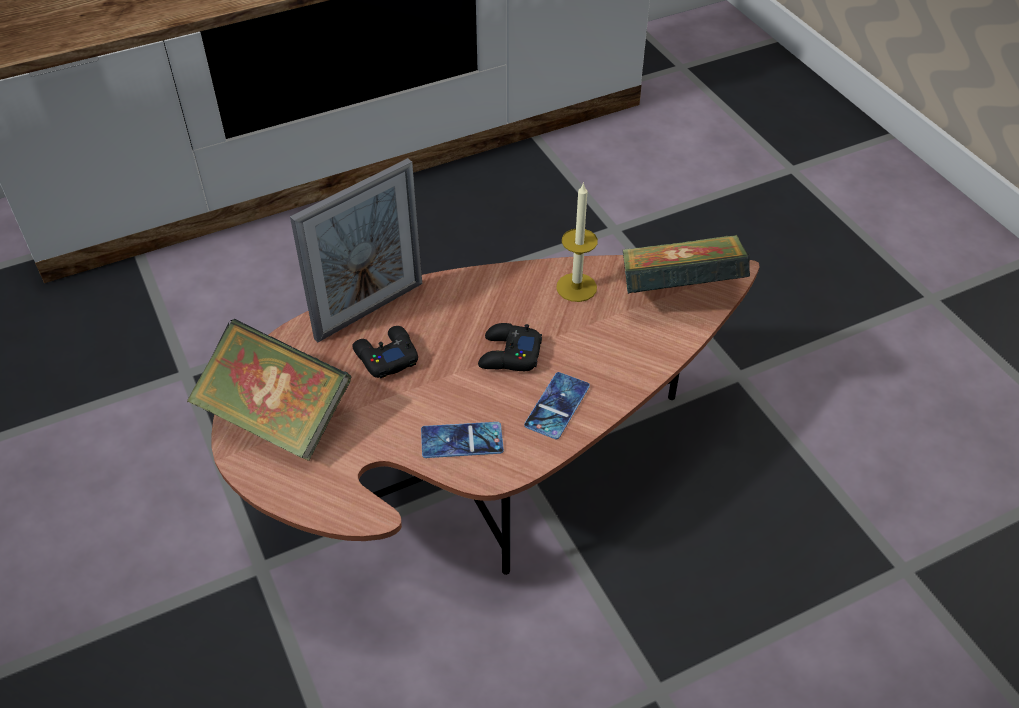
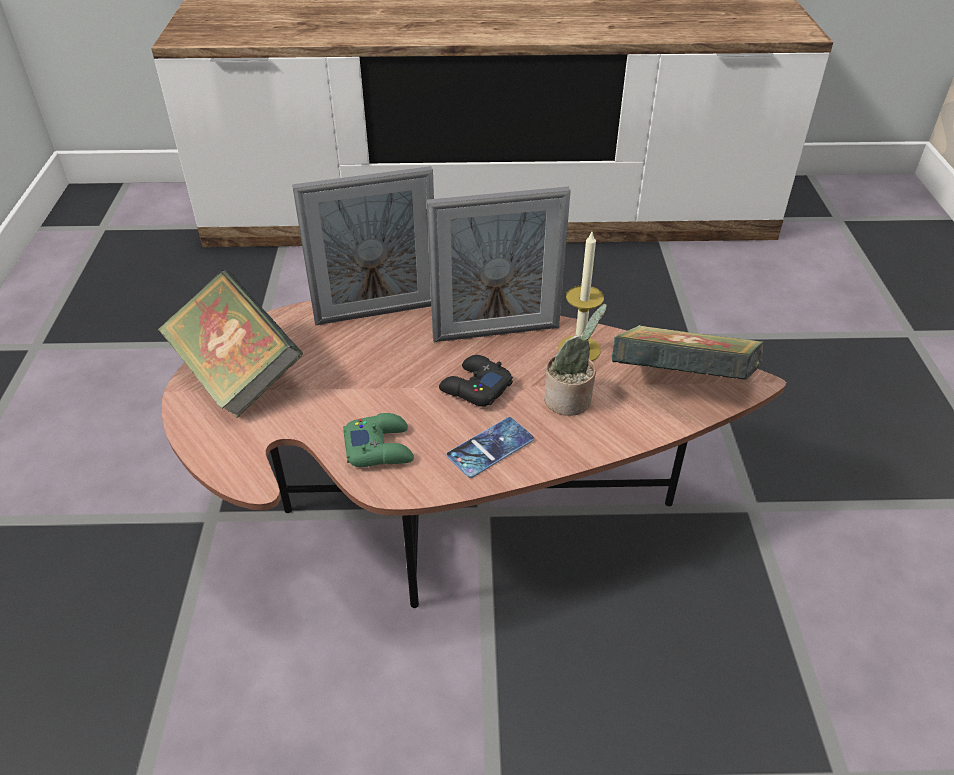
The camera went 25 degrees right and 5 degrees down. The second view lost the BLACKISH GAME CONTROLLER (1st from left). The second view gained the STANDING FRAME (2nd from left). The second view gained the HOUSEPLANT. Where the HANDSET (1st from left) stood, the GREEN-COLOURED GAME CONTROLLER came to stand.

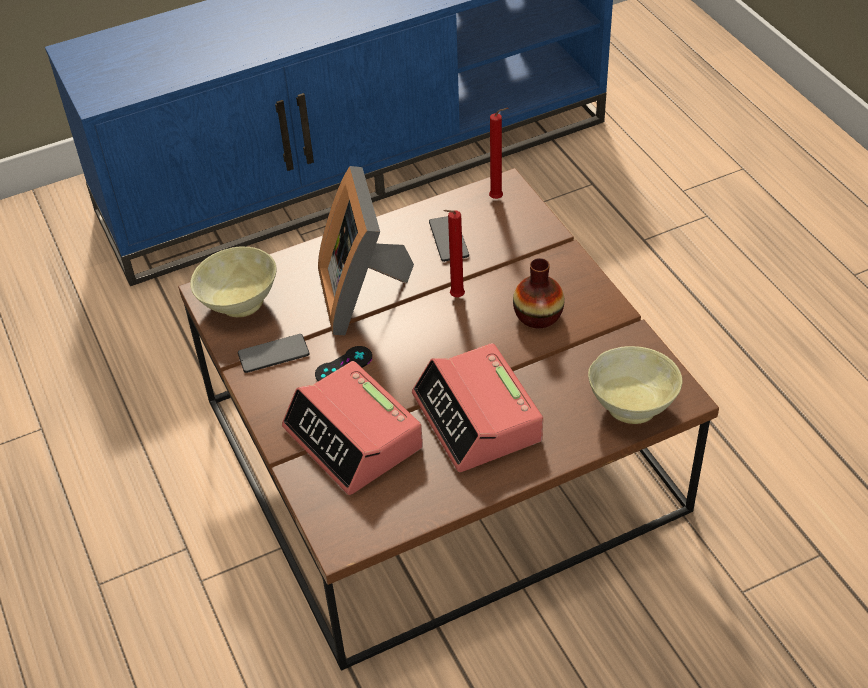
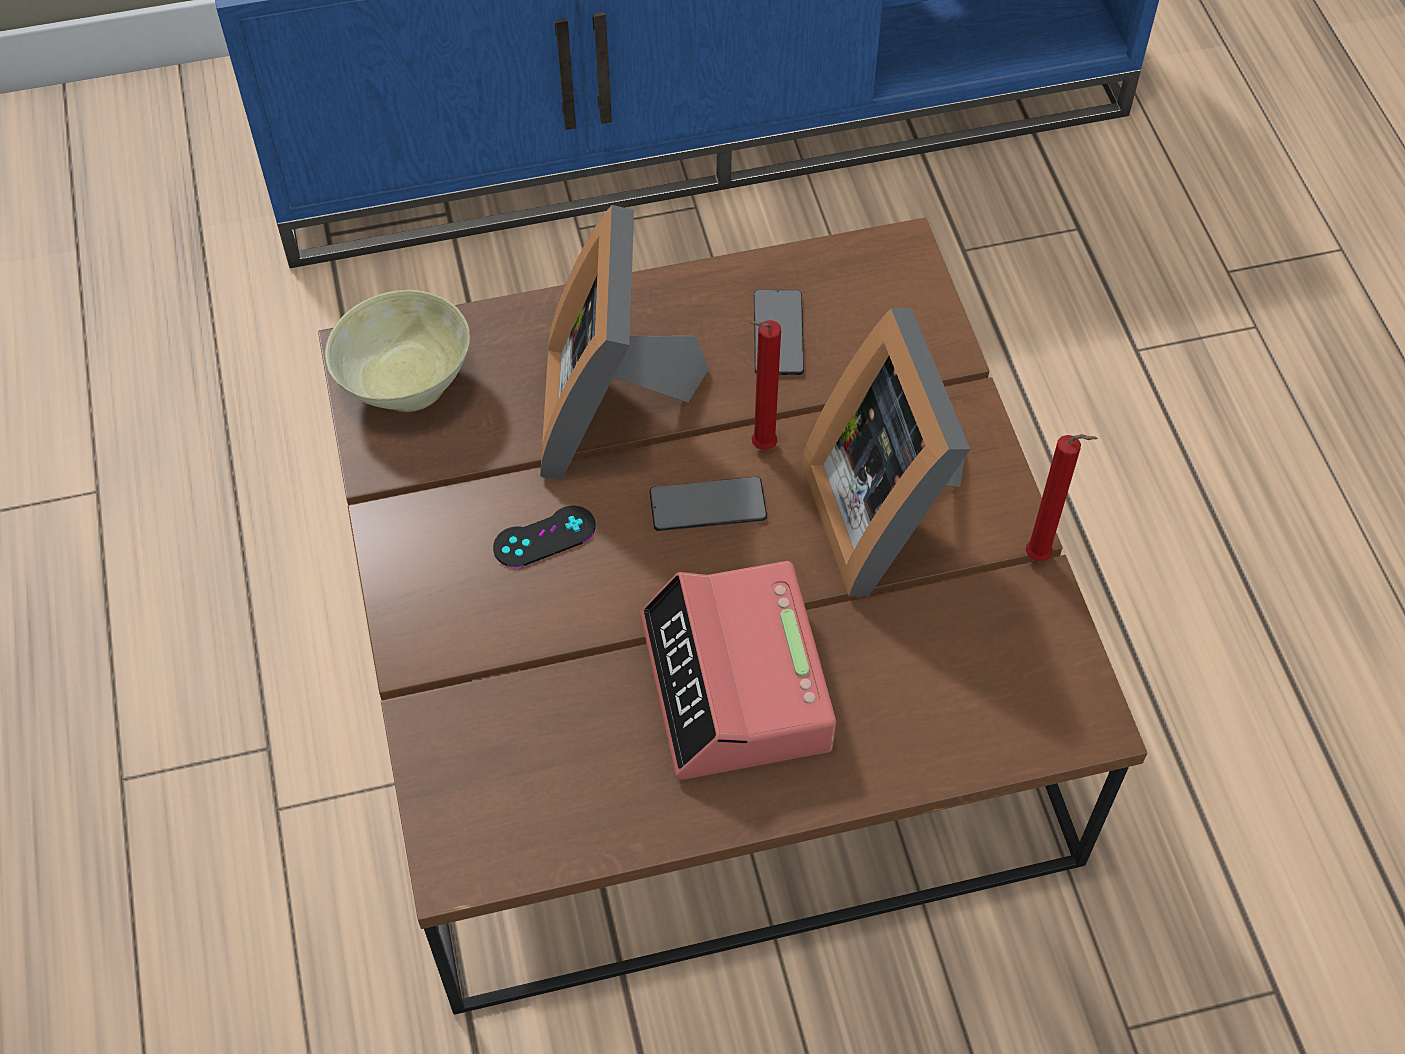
The camera went 10 degrees right and 10 degrees up. The second view lost the ALARM CLOCK (1st from left). The second view lost the SAND-COLOURED SERVING BOWL (2nd from left). The HANDSET (1st from left) ended up elsewhere. The REDDISH WAX CANDLE (2nd from left) ended up elsewhere. Where the FLOWER VASE stood, the STANDING FRAME (2nd from left) came to stand.

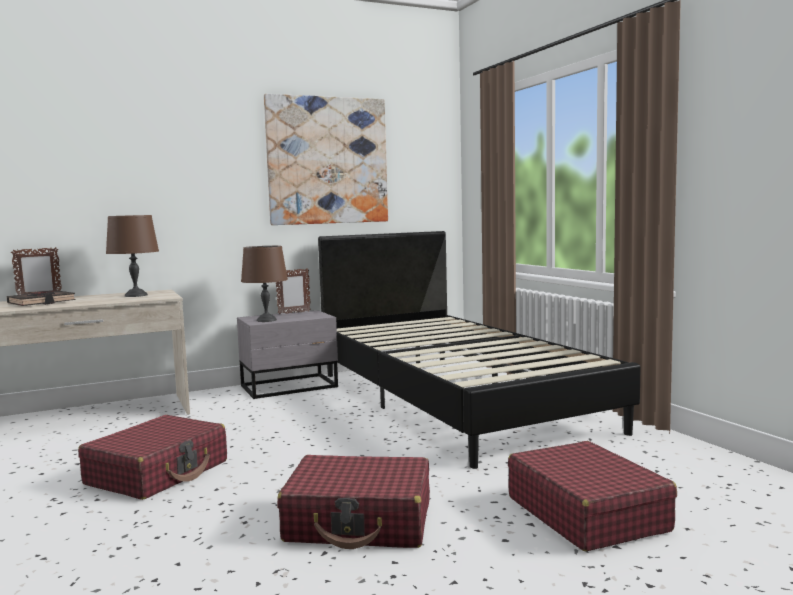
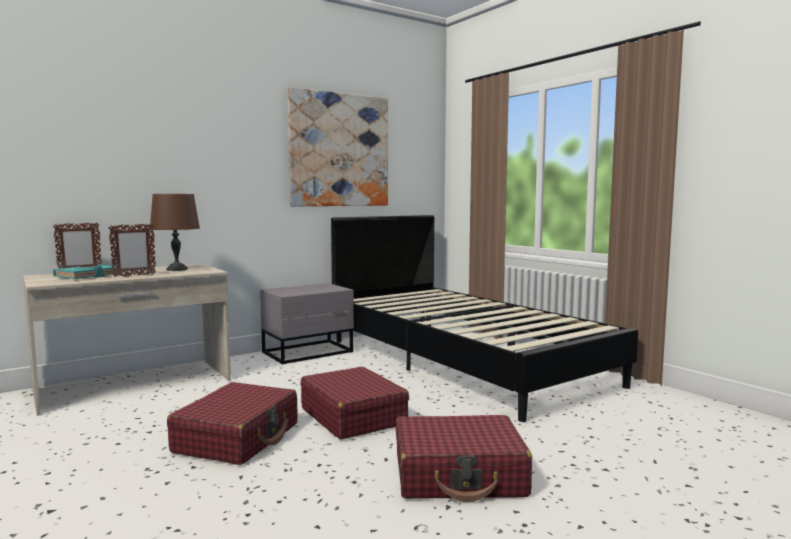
The camera went 10 degrees left and 0 degrees up. The second view lost the BROWN-COLOURED TABLE LAMP (2nd from left). The STANDING FRAME (2nd from left) ended up elsewhere. The REDDISH PIECE OF LUGGAGE (3rd from left in the first image) ended up elsewhere. What was the BLACKISH BOUND BOOK turned into the TURQUOISE BOUND BOOK.

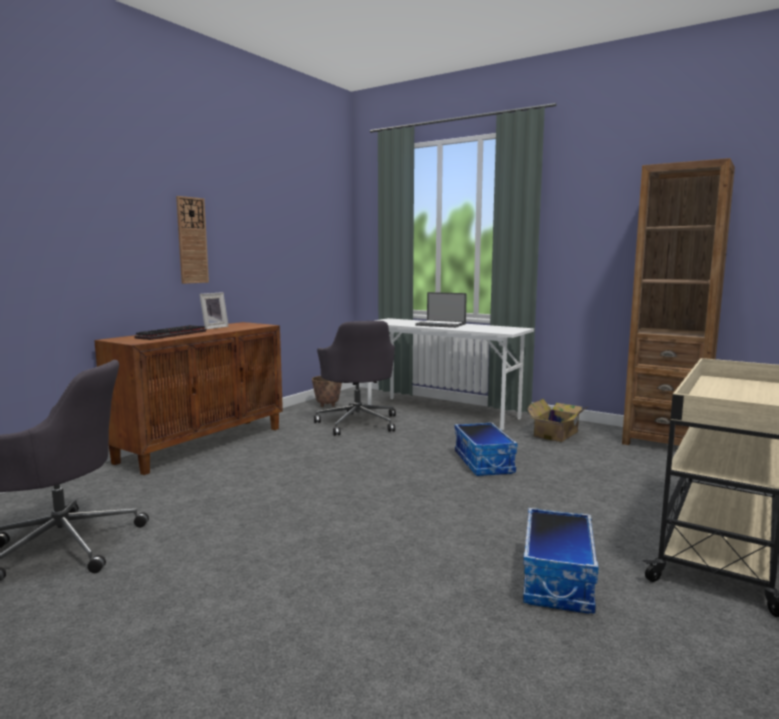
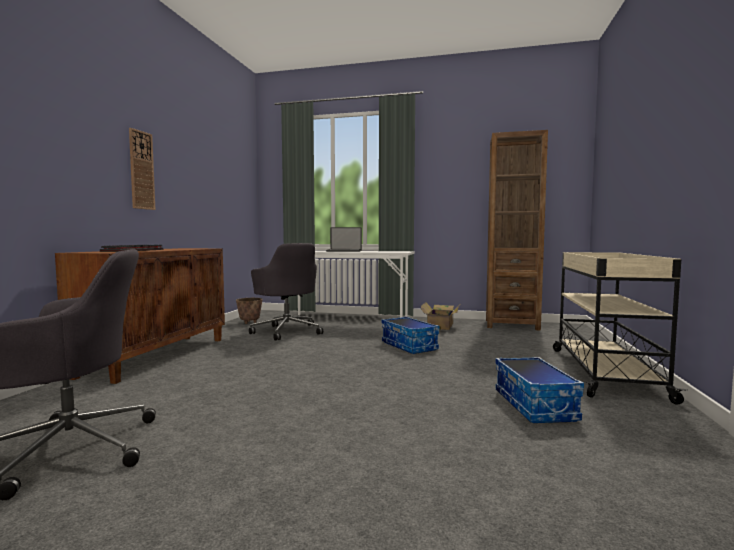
The camera went 20 degrees left and 5 degrees down. The second view lost the STANDING FRAME.

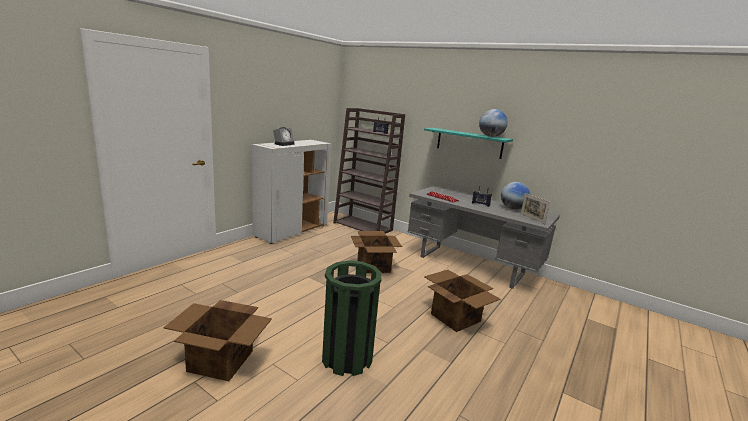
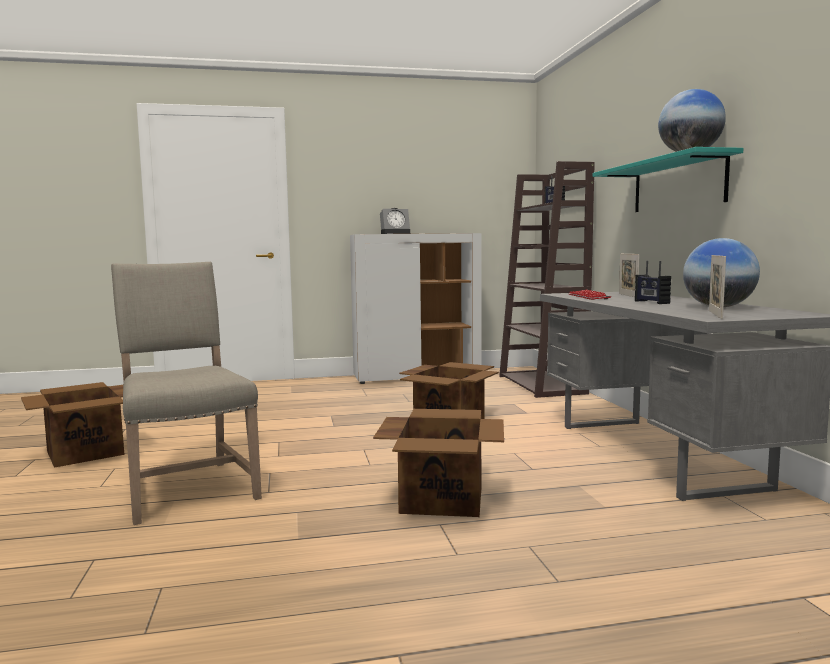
The camera went 45 degrees right and 10 degrees down. The second view gained the STANDING FRAME (1st from left). Where the GREEN-COLOURED WASTE BIN stood, the SAND-COLOURED PLAIN CHAIR came to stand.

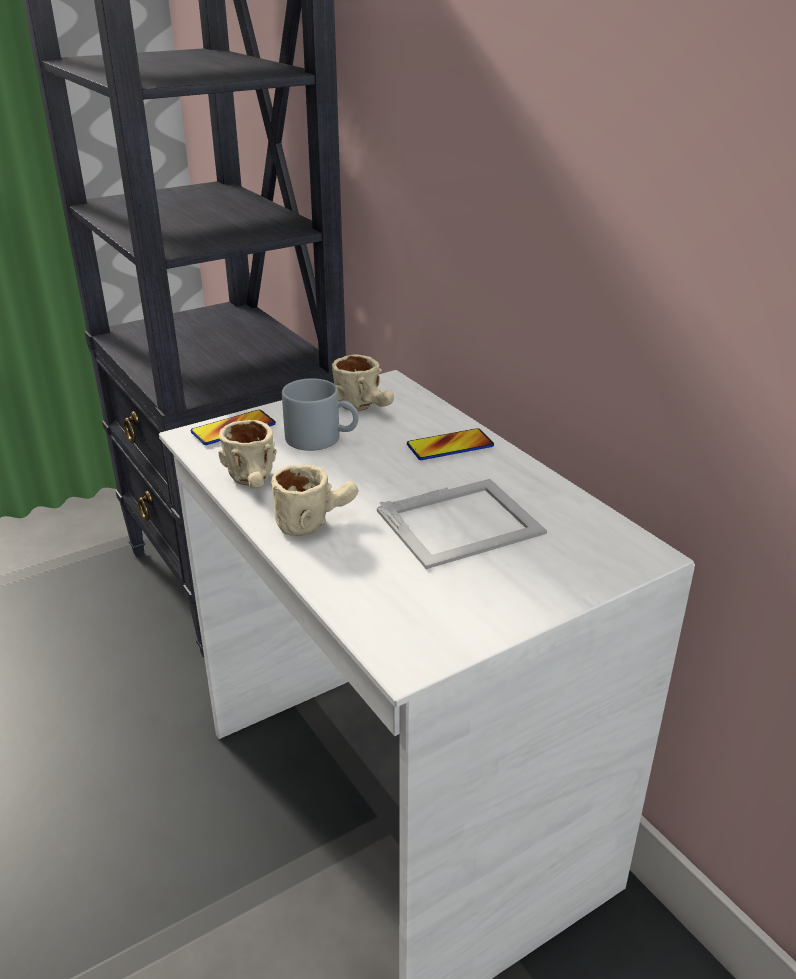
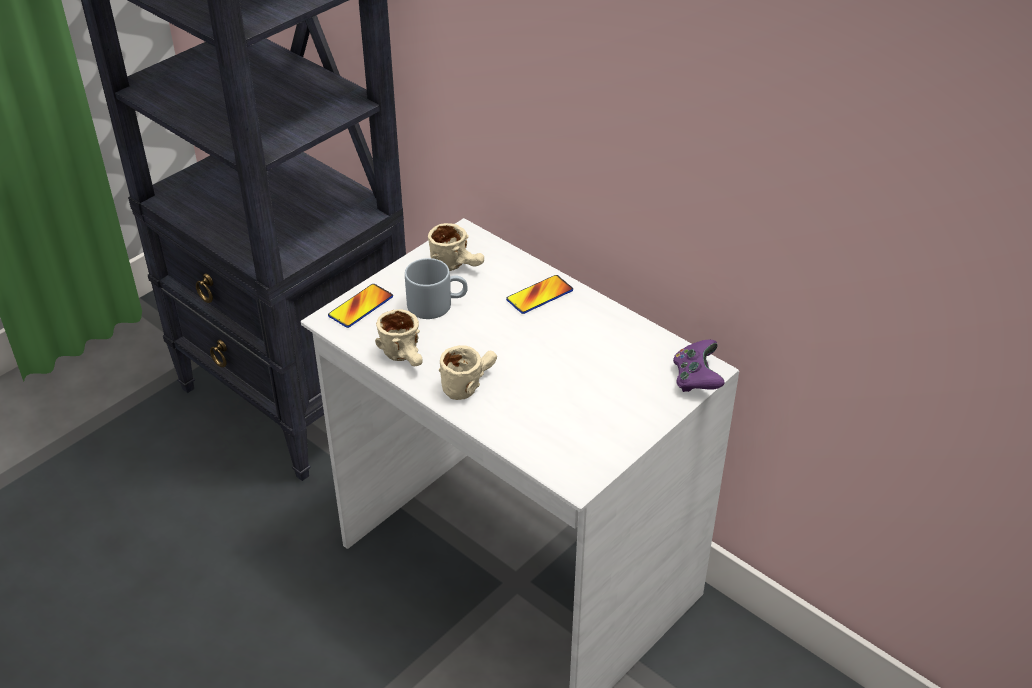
The camera went 15 degrees left and 10 degrees up. The second view lost the STANDING FRAME. The second view gained the PURPLE GAME CONTROLLER.

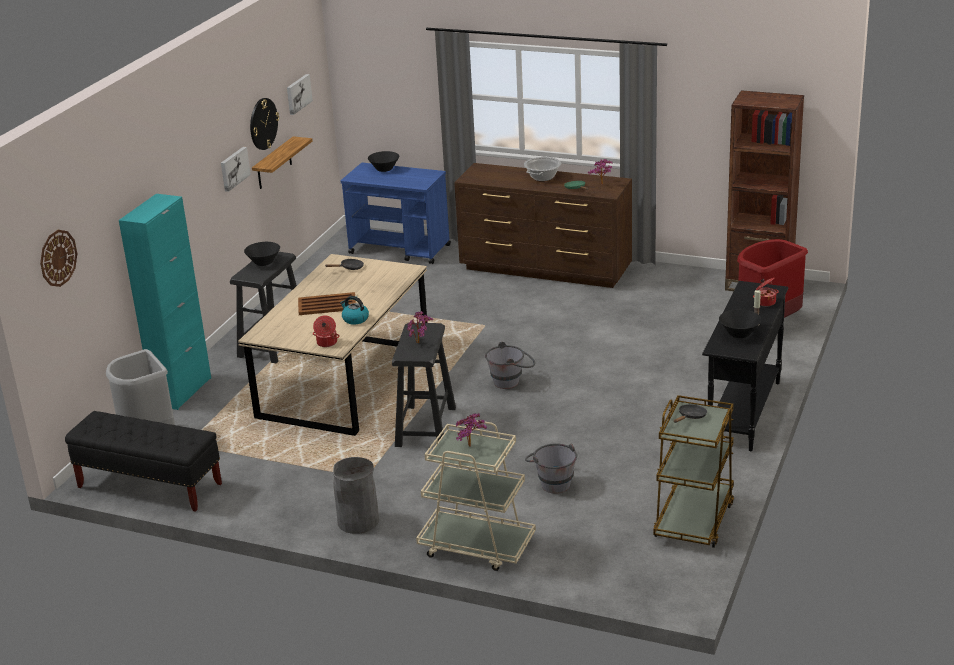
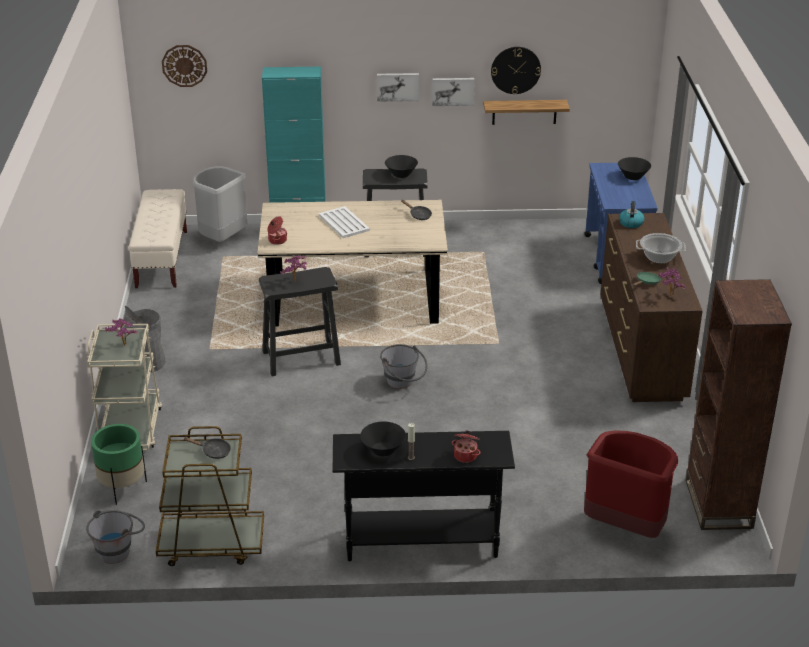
The camera went 65 degrees right and 5 degrees up. The second view gained the GREEN-COLOURED PLANT POT. The WALL PICTURE (2nd from left in the first image) ended up elsewhere. The TEA KETTLE ended up elsewhere. The GREY PAIL (2nd from left in the first image) ended up elsewhere. What was the BLACKISH BENCH turned into the SAND-COLOURED BENCH. What was the BROWN-COLOURED SERVING TRAY turned into the WHITE SERVING TRAY.

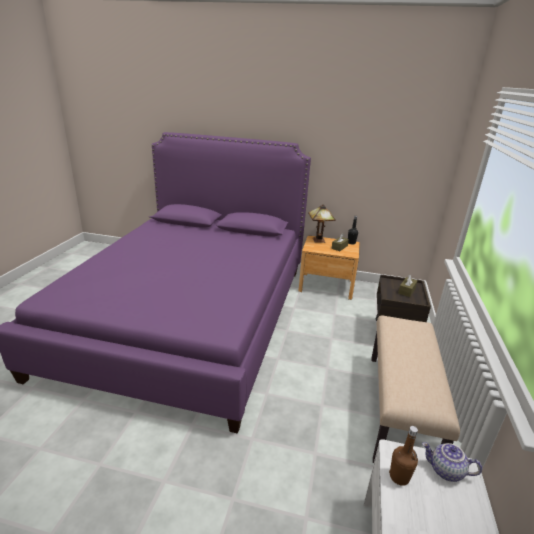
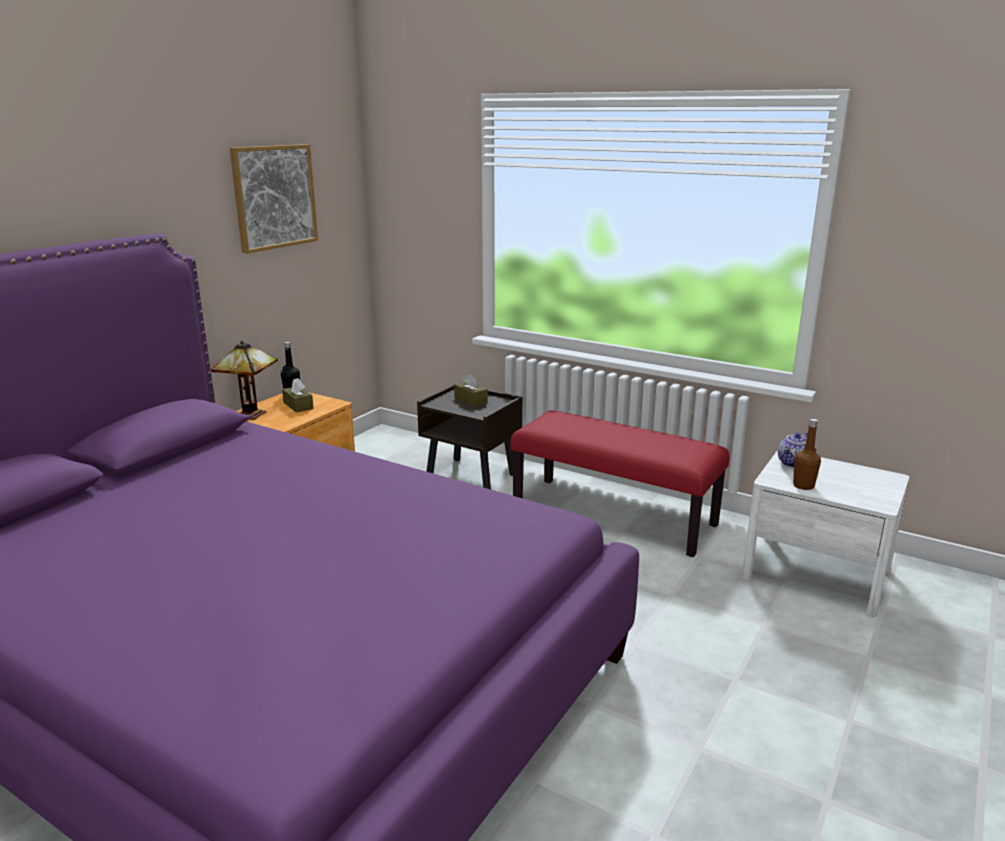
The camera went 70 degrees left and 5 degrees down. The second view gained the WALL PICTURE. What was the SAND-COLOURED BENCH turned into the REDDISH BENCH.

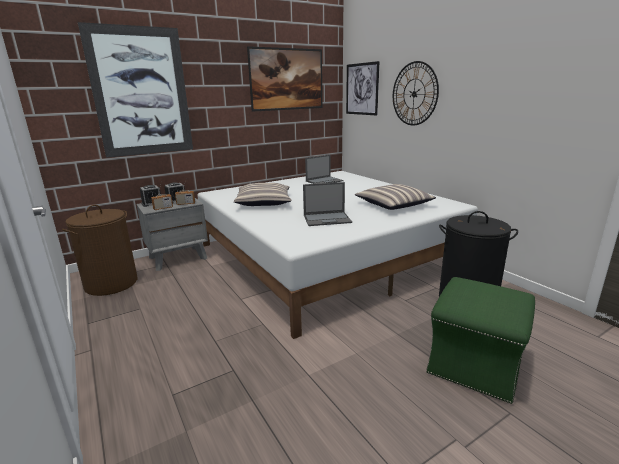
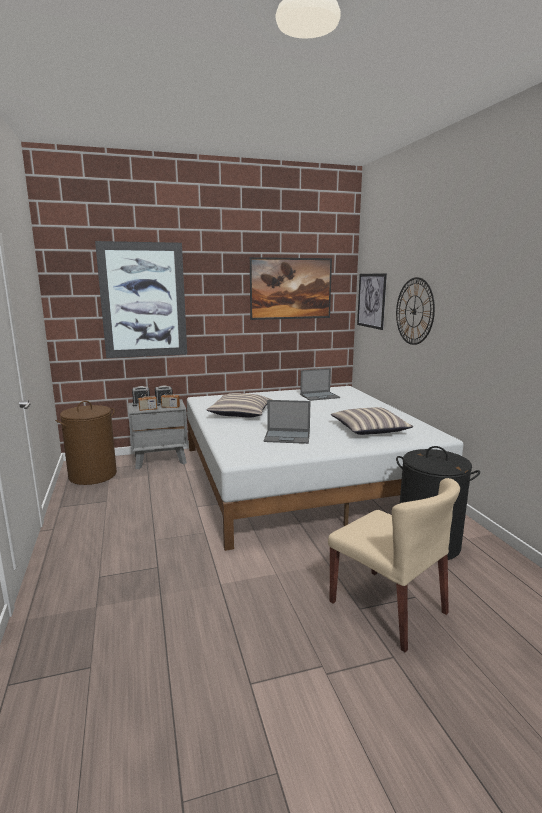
The camera went 15 degrees right and 5 degrees down. Where the GREEN-COLOURED POUFFE stood, the SAND-COLOURED PLAIN CHAIR came to stand.

